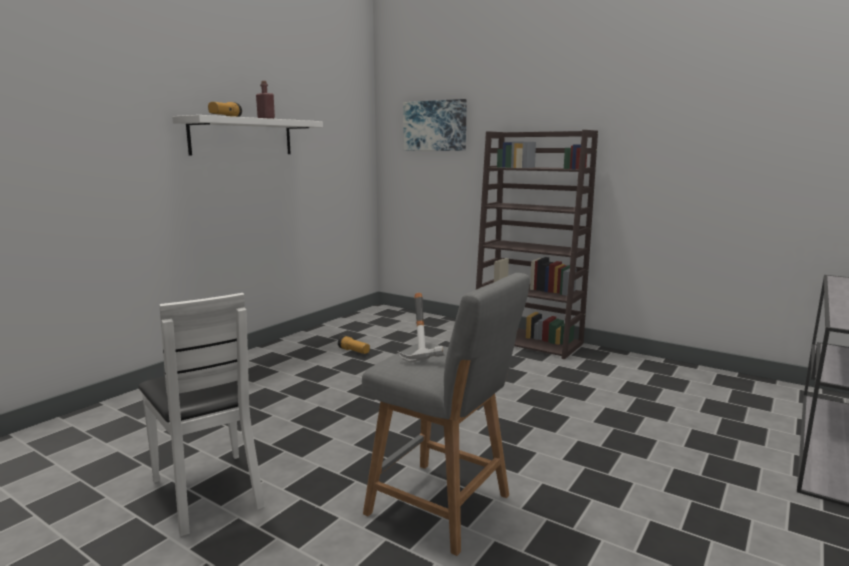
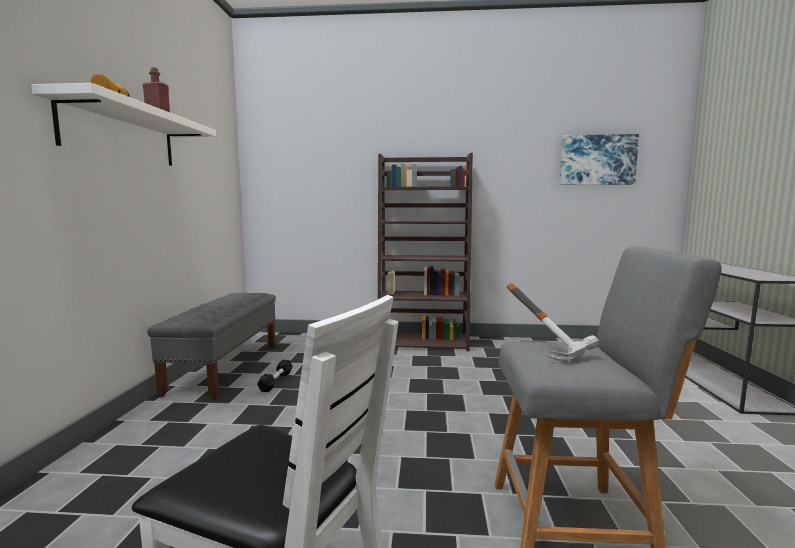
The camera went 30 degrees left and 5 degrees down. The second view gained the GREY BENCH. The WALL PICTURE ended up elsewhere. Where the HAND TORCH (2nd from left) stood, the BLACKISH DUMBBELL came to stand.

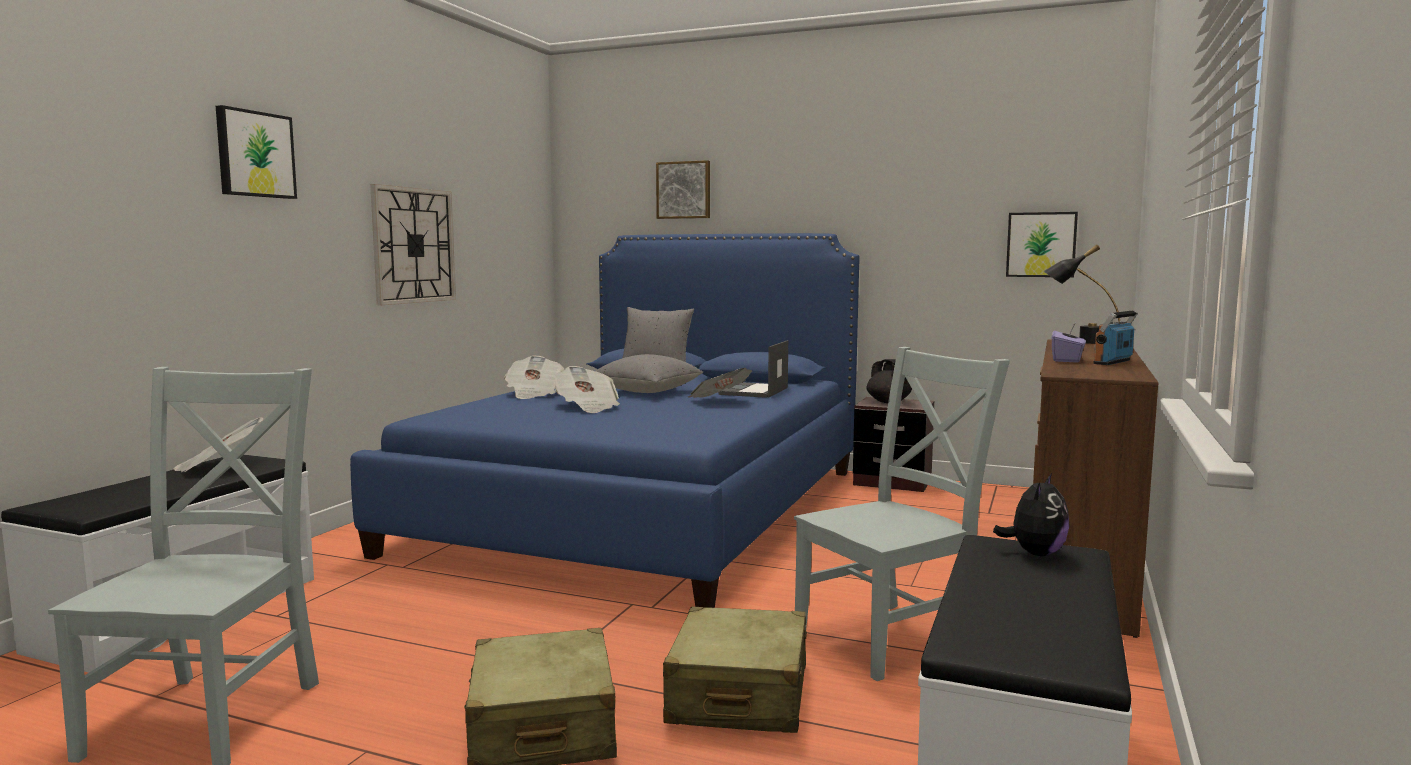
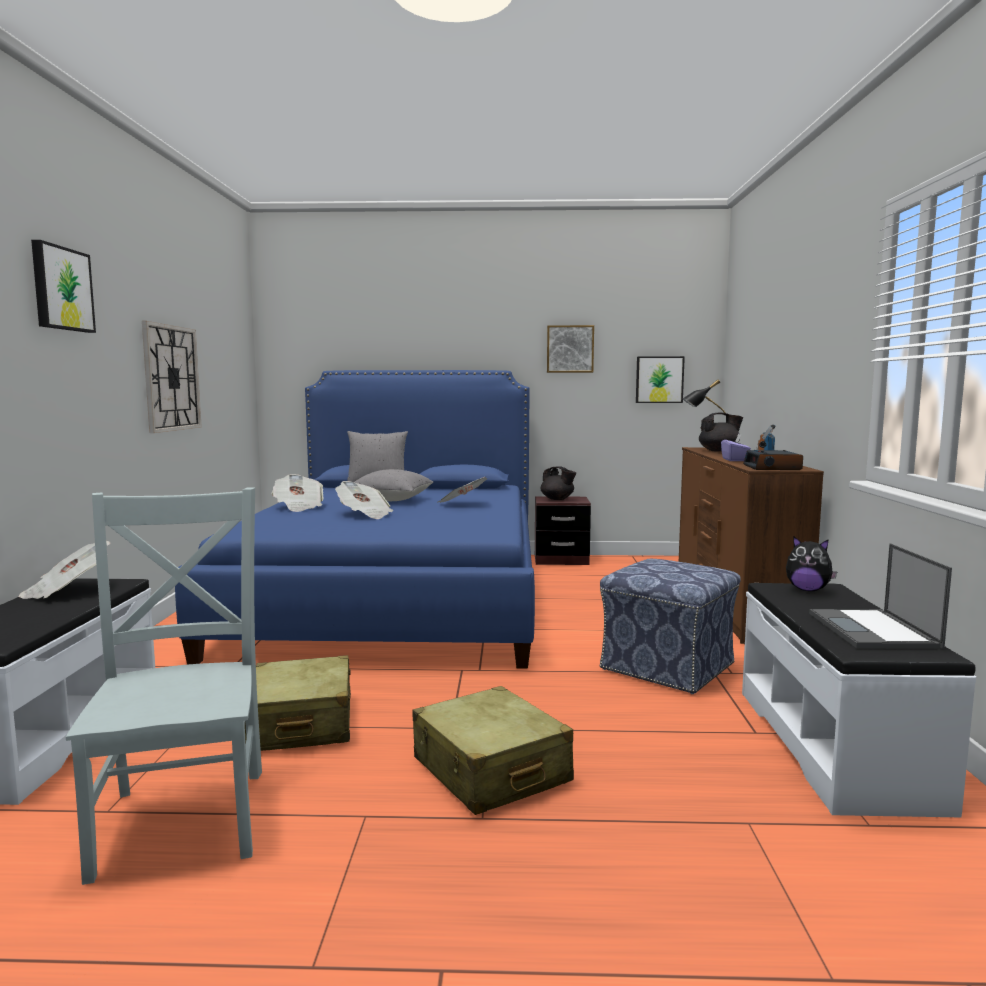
The camera went 20 degrees left and 0 degrees up. The second view gained the BLACKISH POT FOR TEA (2nd from left). The second view gained the ALARM CLOCK. The WALL PICTURE (2nd from left) ended up elsewhere. The SAND-COLOURED PIECE OF LUGGAGE (2nd from left in the first image) ended up elsewhere. The LAPTOP ended up elsewhere. Where the GREY PLAIN CHAIR (2nd from left) stood, the POUFFE came to stand. The CUDDLY TOY ended up facing another way, 105 degrees clockwise from before.

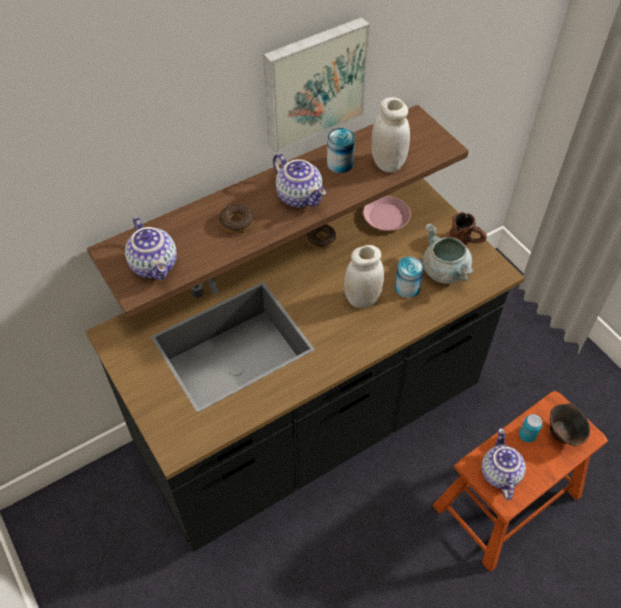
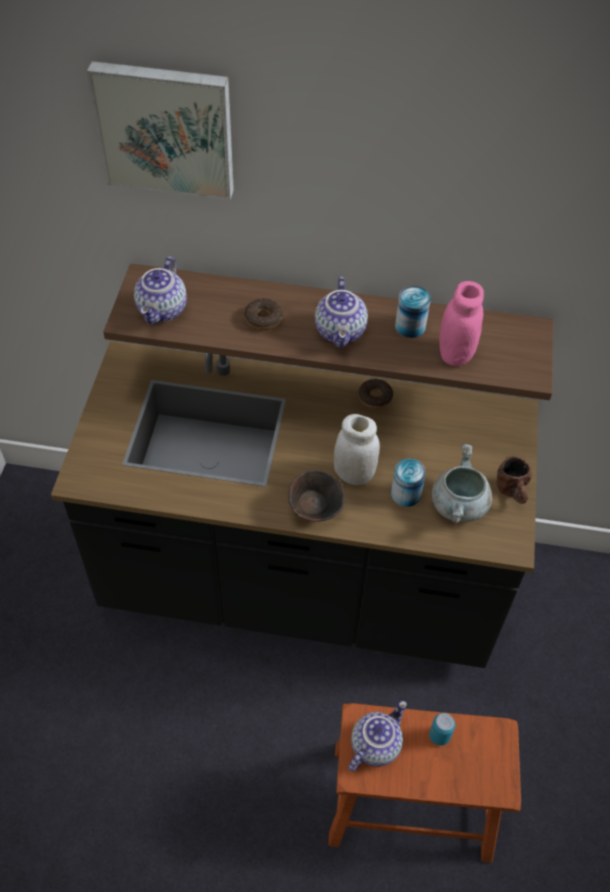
The camera went 40 degrees right and 0 degrees up. The second view lost the PINKISH PLATE. The WALL PICTURE ended up elsewhere. The BROWN-COLOURED SERVING BOWL ended up elsewhere. What was the WHITE JAR (2nd from left) turned into the PINKISH JAR.

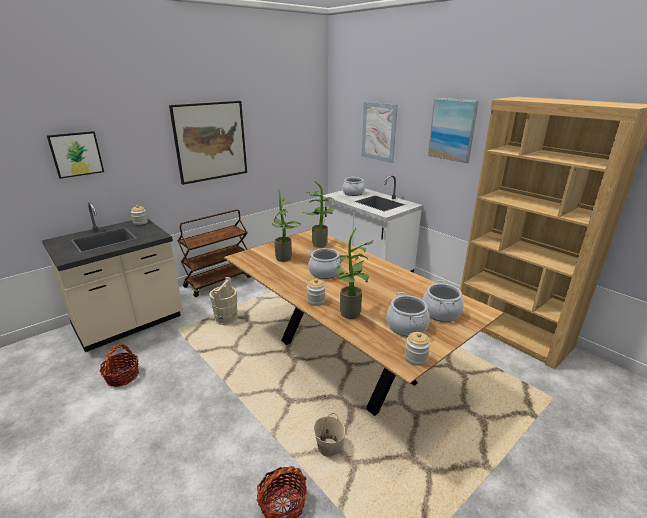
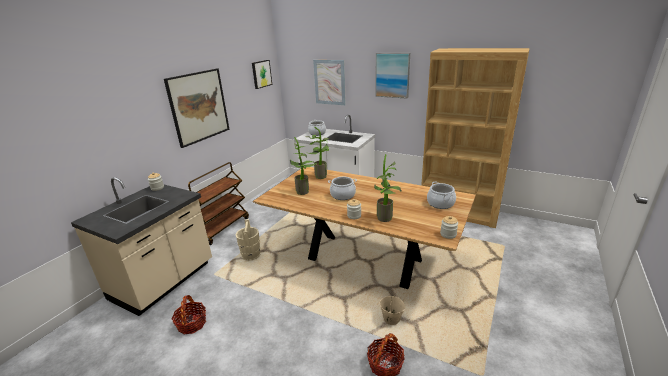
The camera went 20 degrees left and 0 degrees up. The second view lost the COOKING POT (3rd from left). The WALL PICTURE (1st from left in the first image) ended up elsewhere.

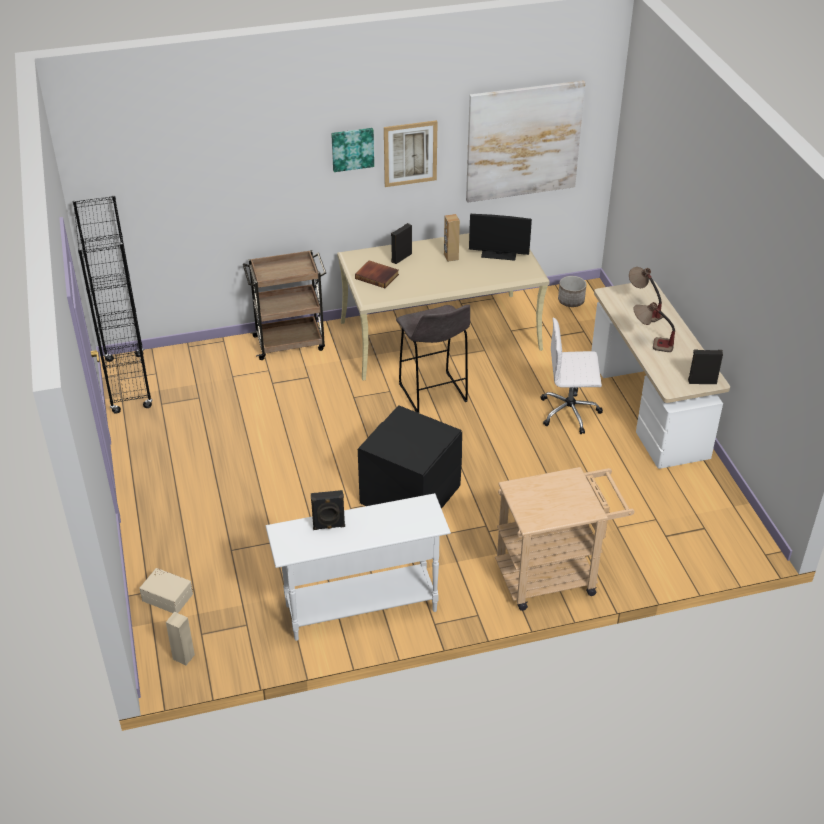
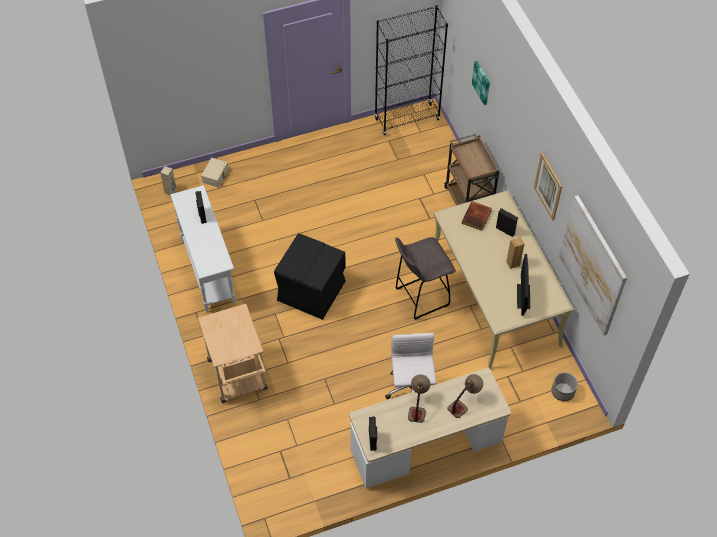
The camera went 85 degrees right and 15 degrees up. The WALL PICTURE (1st from left) ended up elsewhere.

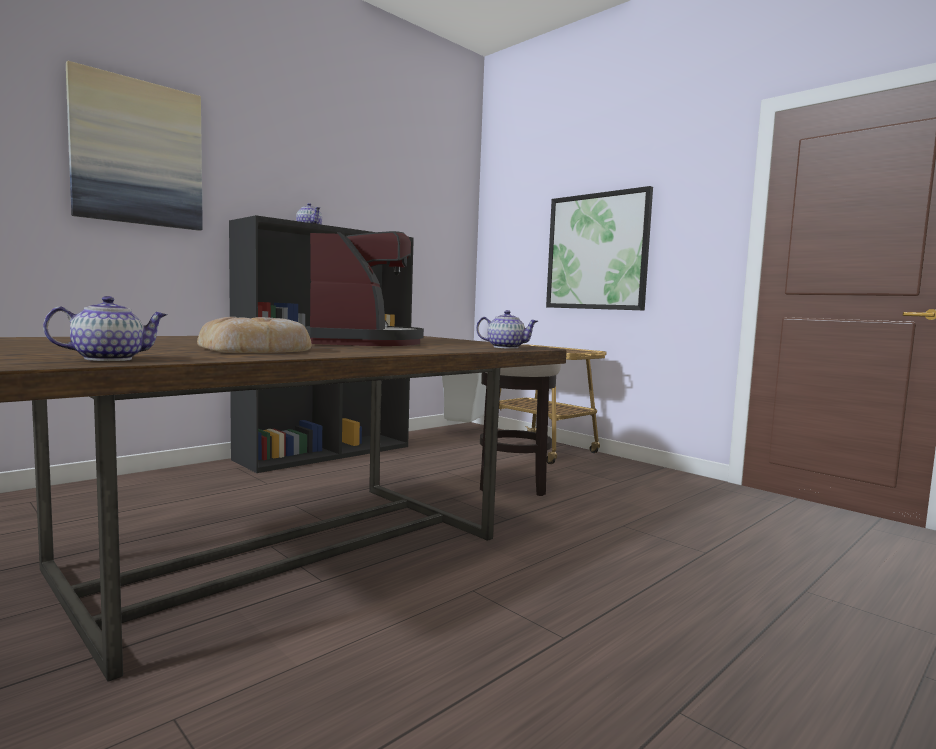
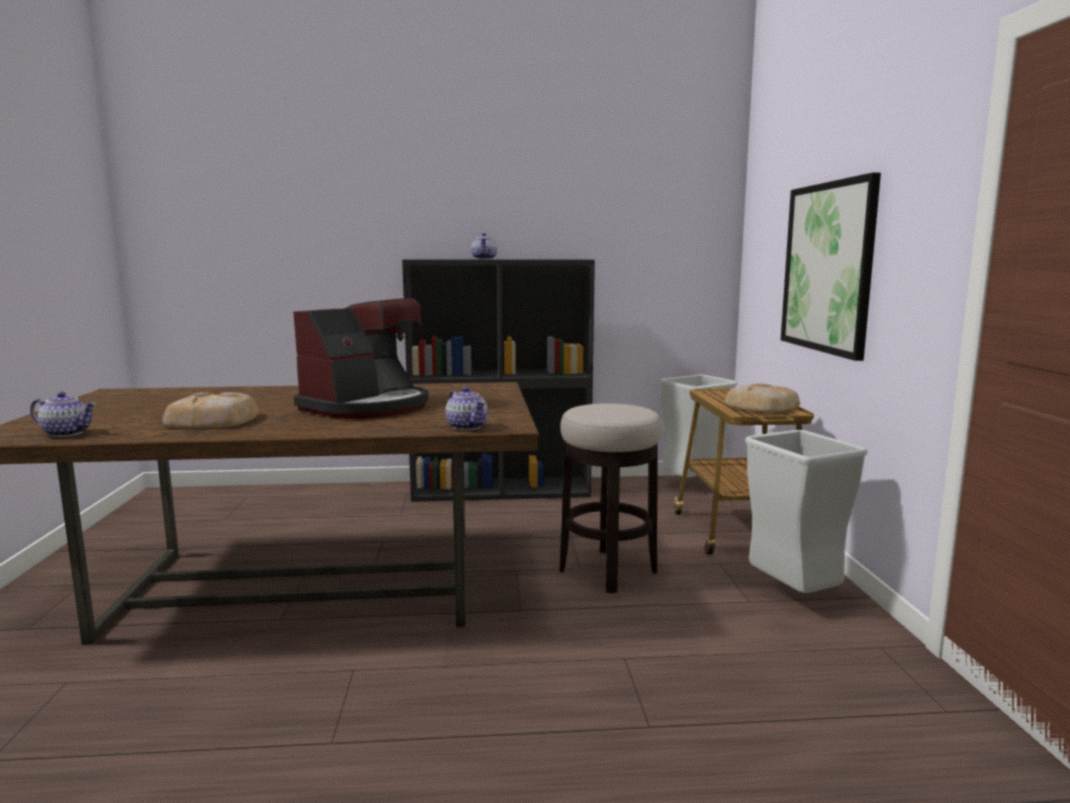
The camera went 40 degrees right and 5 degrees up. The second view lost the WALL PICTURE (1st from left). The second view gained the BAKED BREAD (2nd from left). The second view gained the GREY WASTE BIN (2nd from left).

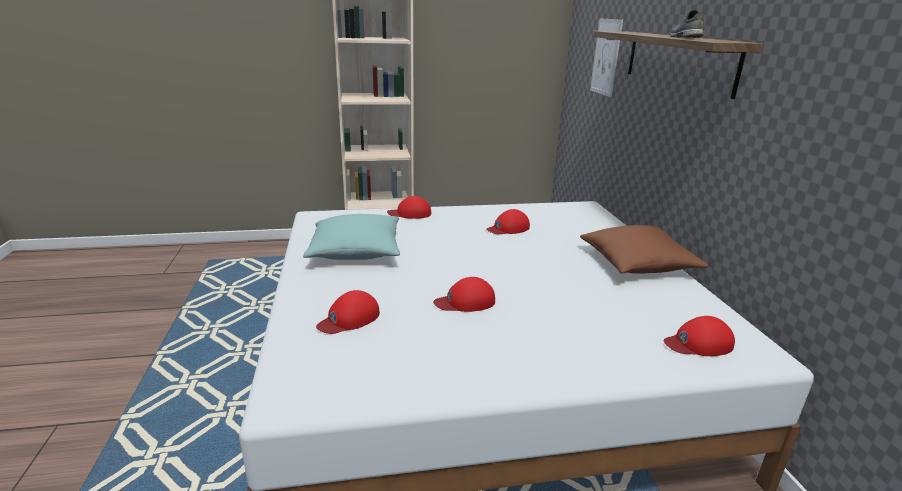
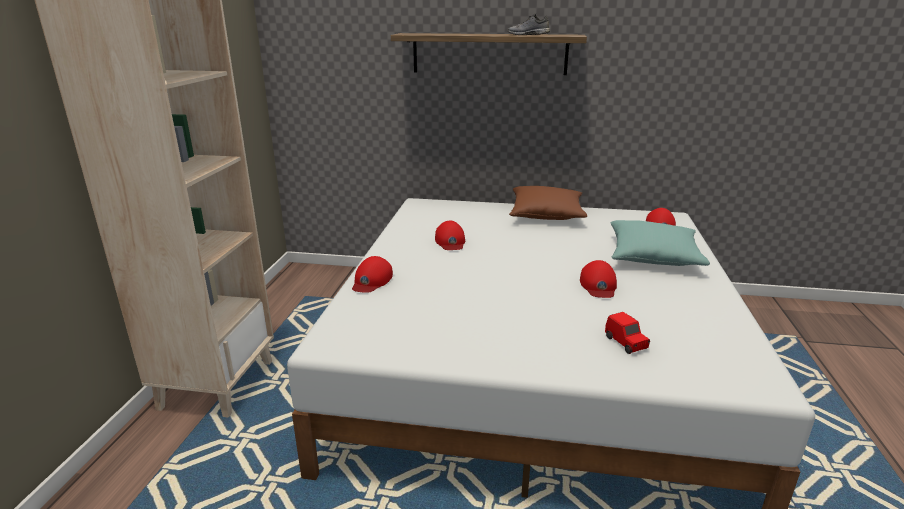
The camera went 70 degrees left and 0 degrees up. The second view lost the WALL PICTURE. The TURQUOISE THROW PILLOW ended up elsewhere. Where the REDDISH CAP (1st from left) stood, the REDDISH MINIATURE CAR came to stand.

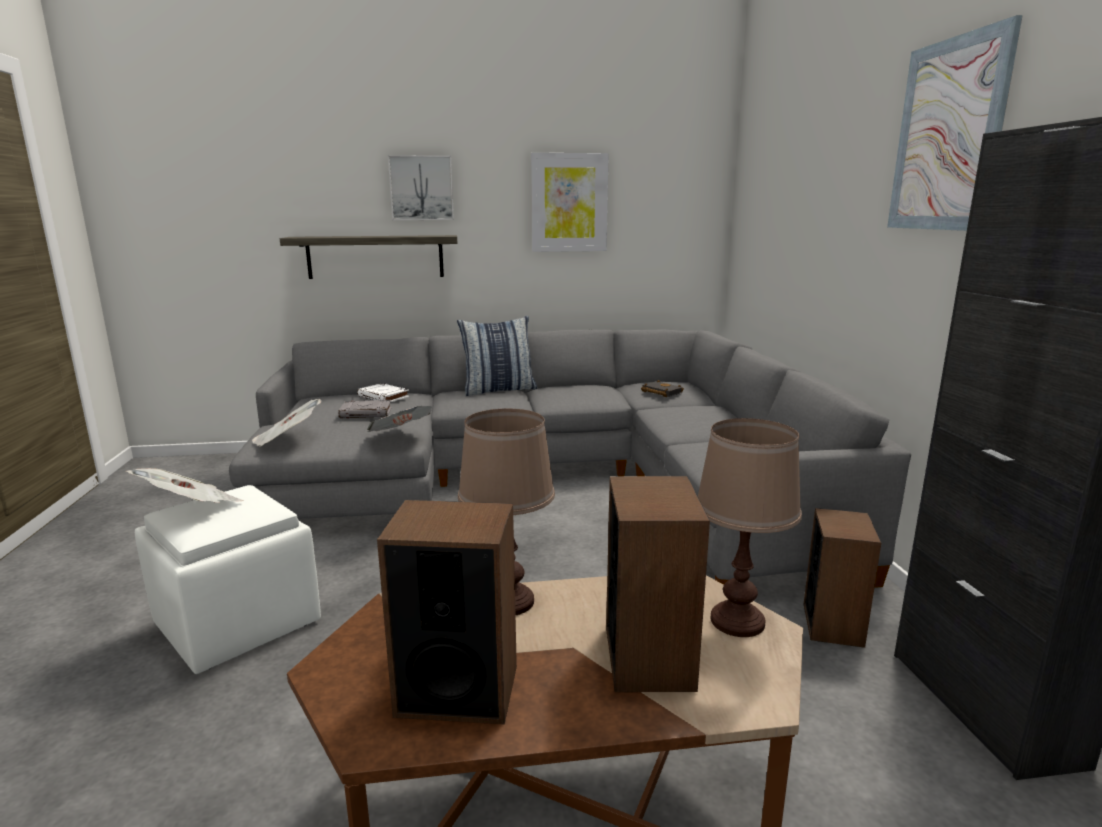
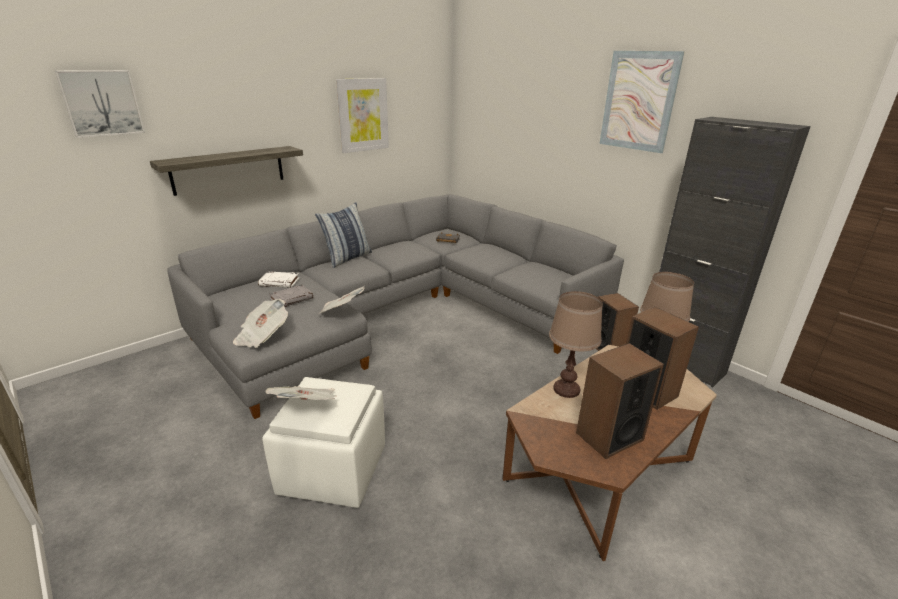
The camera went 35 degrees left and 10 degrees up. The WALL PICTURE (1st from left) ended up elsewhere.

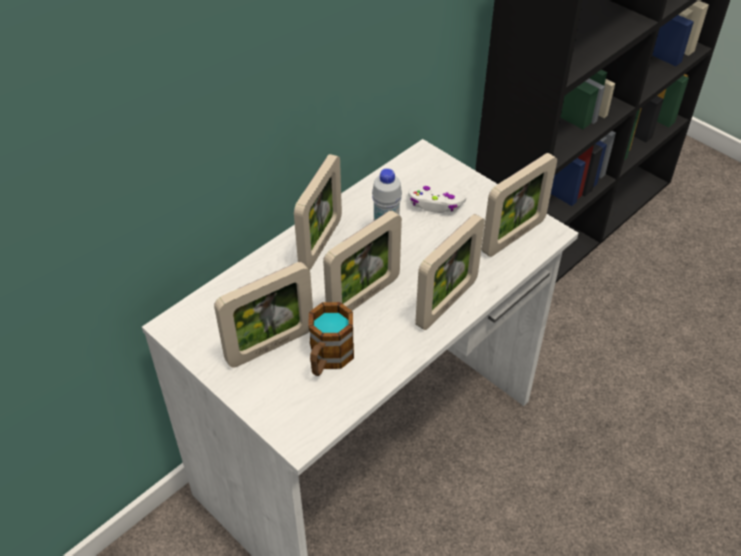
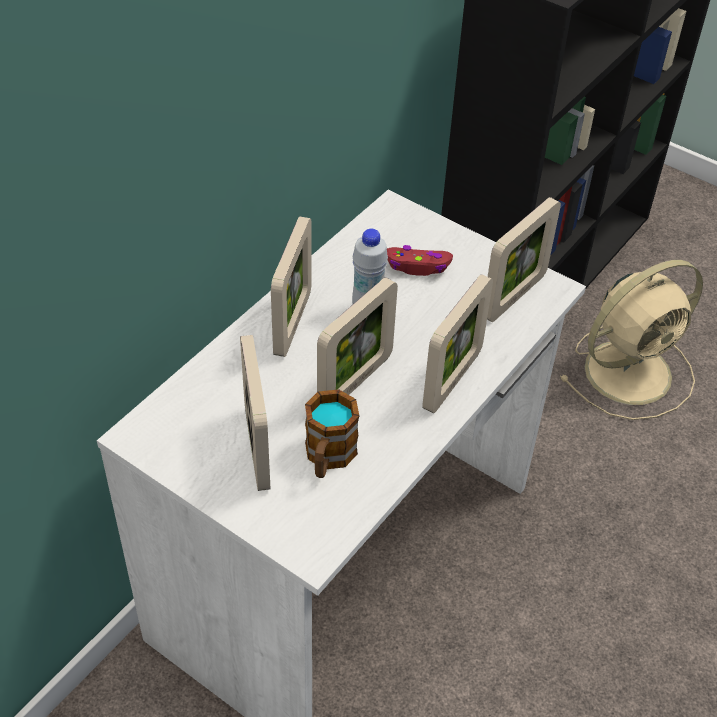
The camera went 10 degrees left and 0 degrees up. The second view gained the SAND-COLOURED ELECTRIC FAN. What was the WHITE GAME CONTROLLER turned into the REDDISH GAME CONTROLLER. The STANDING FRAME (1st from left) ended up facing another way, 60 degrees counterclockwise from before.

